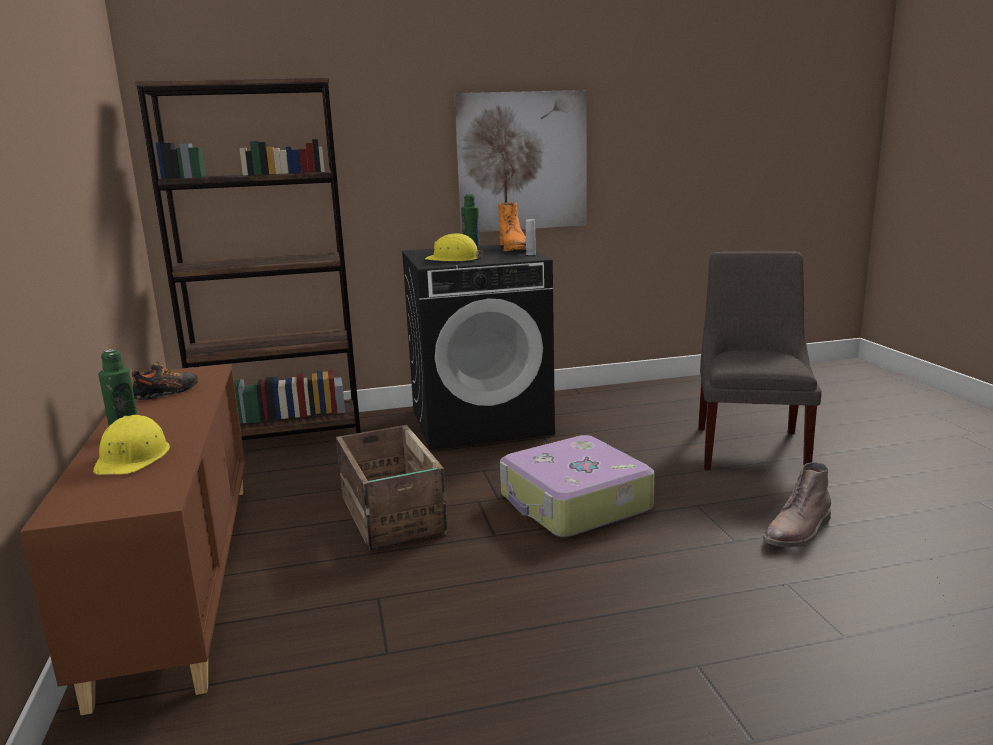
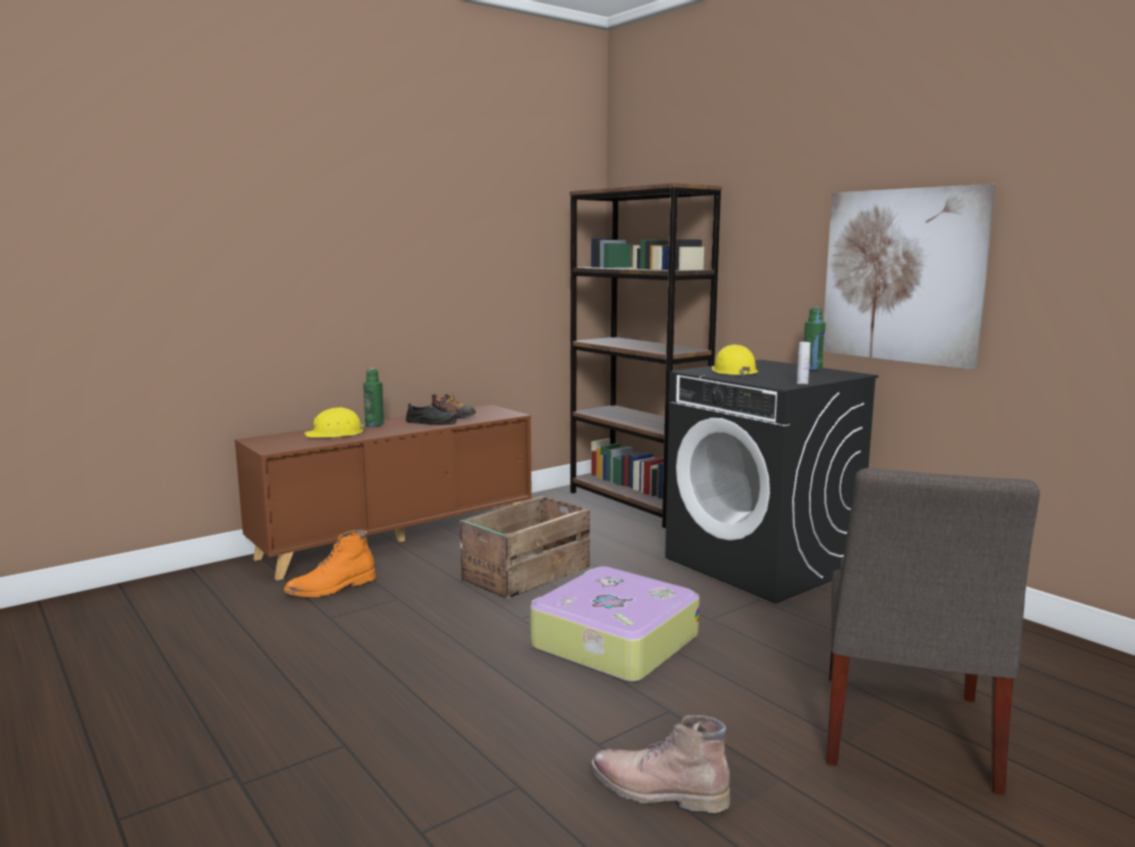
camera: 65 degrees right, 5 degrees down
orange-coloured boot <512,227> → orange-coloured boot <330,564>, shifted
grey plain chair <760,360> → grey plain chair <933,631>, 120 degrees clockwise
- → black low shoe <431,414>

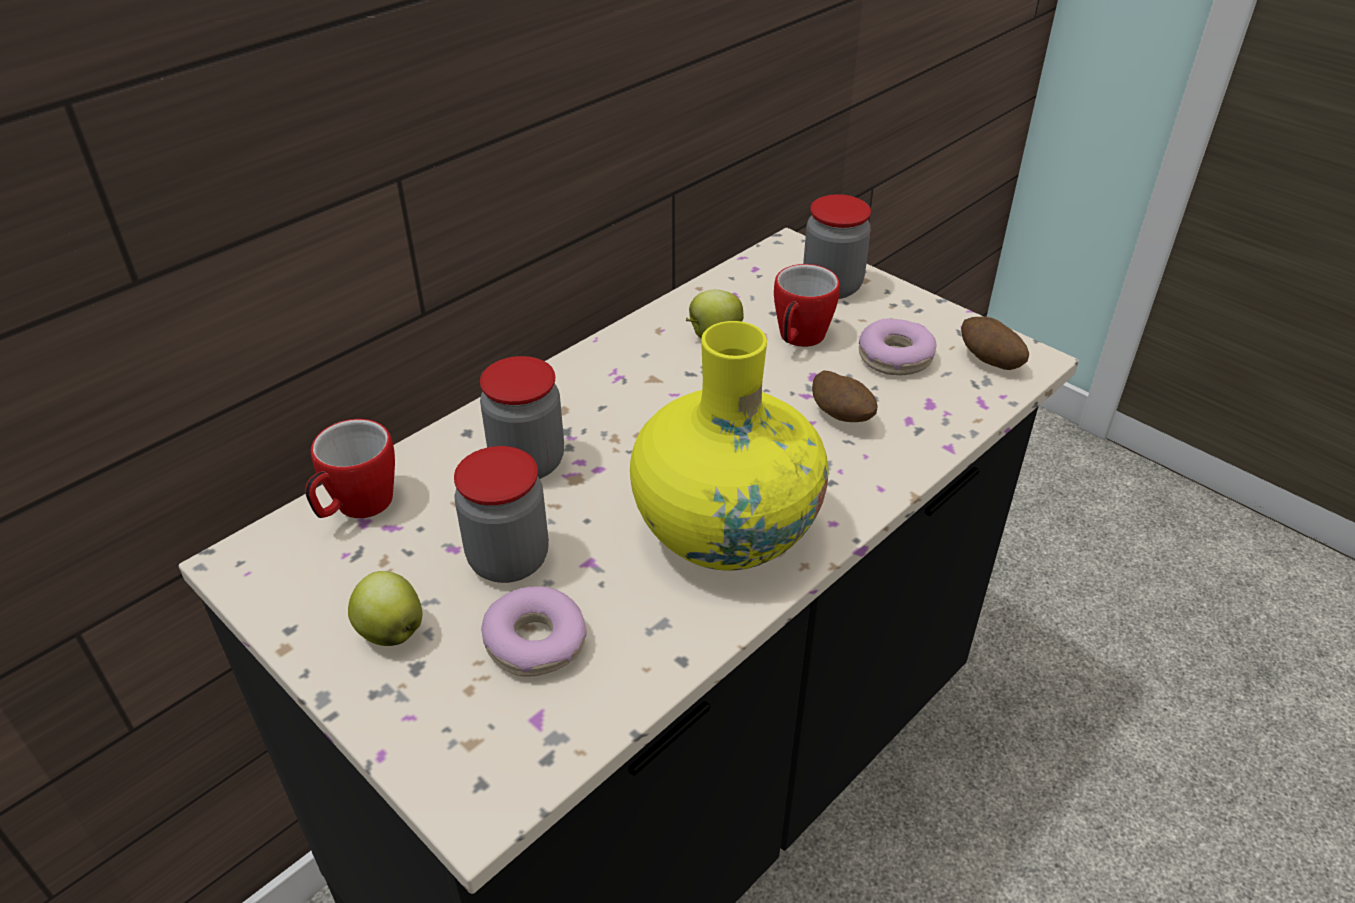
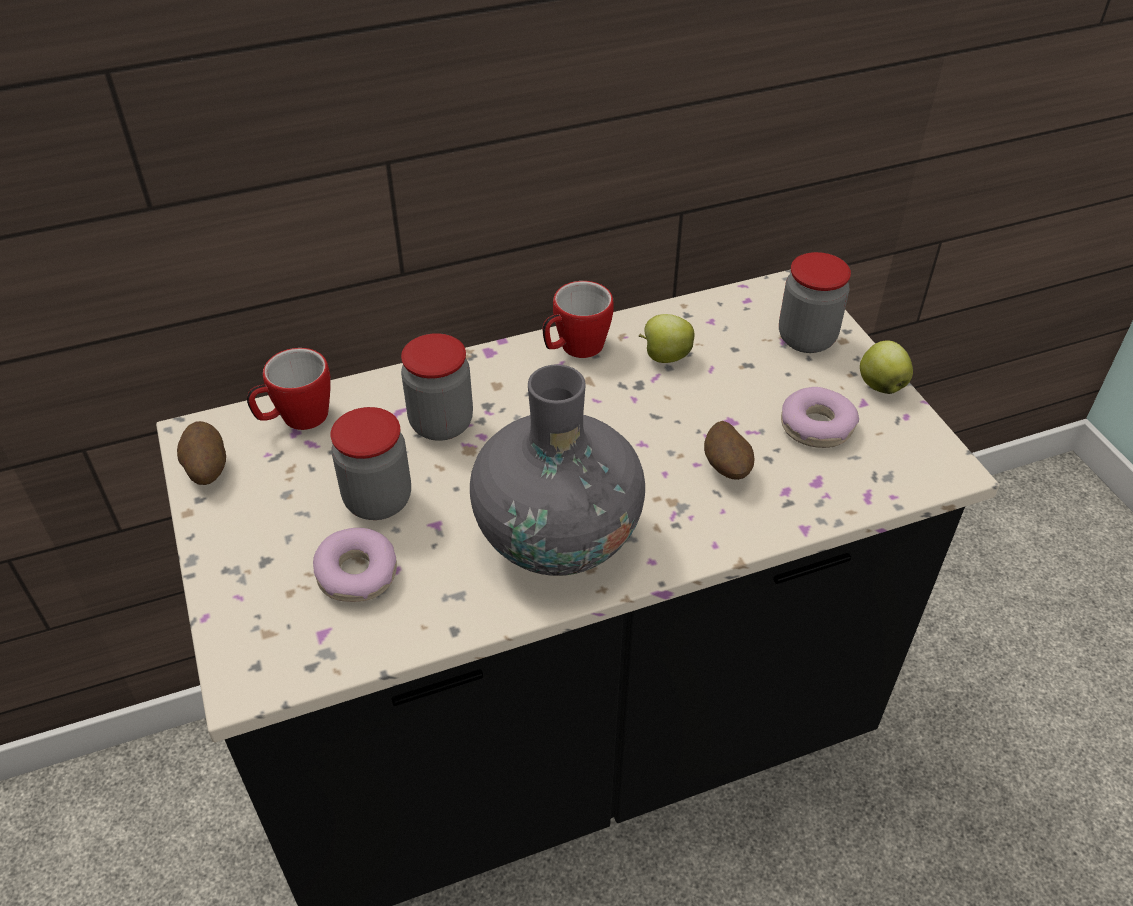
camera: 25 degrees right, 5 degrees up
tea mug <807,305> → tea mug <578,319>, shifted
spud <995,343> → spud <201,453>, shifted
yellowish flower vase <729,445> → grey flower vase <557,470>
whole apple <385,608> → whole apple <886,367>, shifted

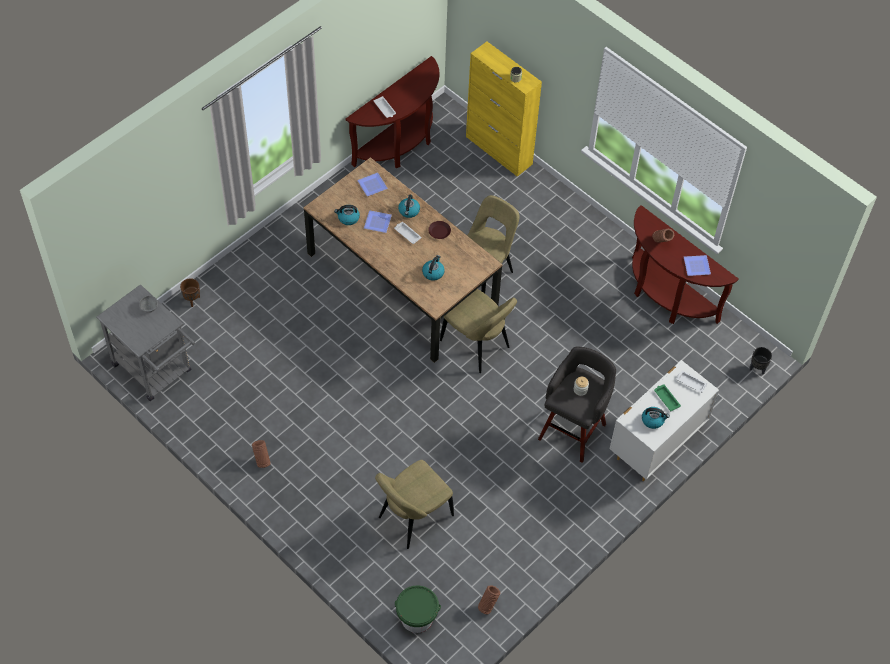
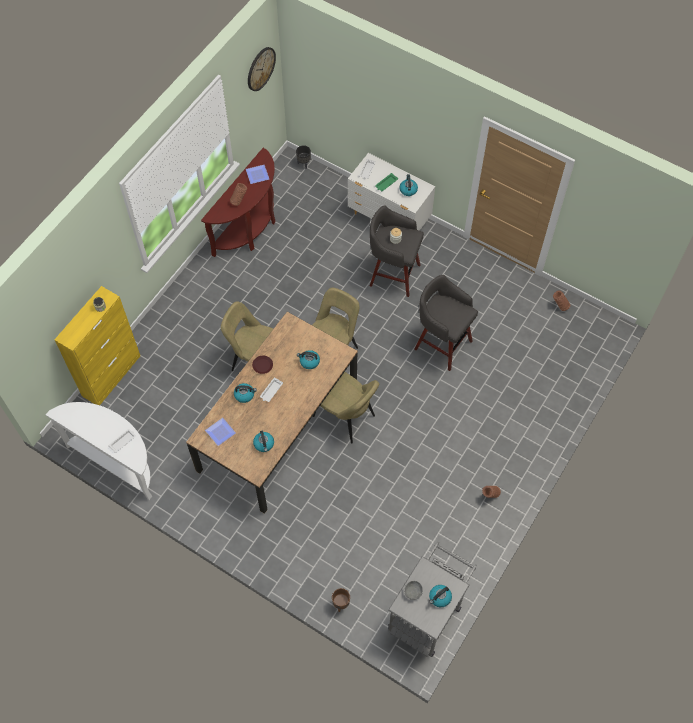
camera: 100 degrees left, 5 degrees up
brownish narrow table <392,112> → white narrow table <99,451>
plate <378,221> → -
sand-coloured plain chair <414,504> → sand-coloured plain chair <346,408>, shifted
green-coloured water bucket <418,609> → -
- → wall clock <262,69>
- → grey stool seat <446,323>
- → tea kettle <440,596>

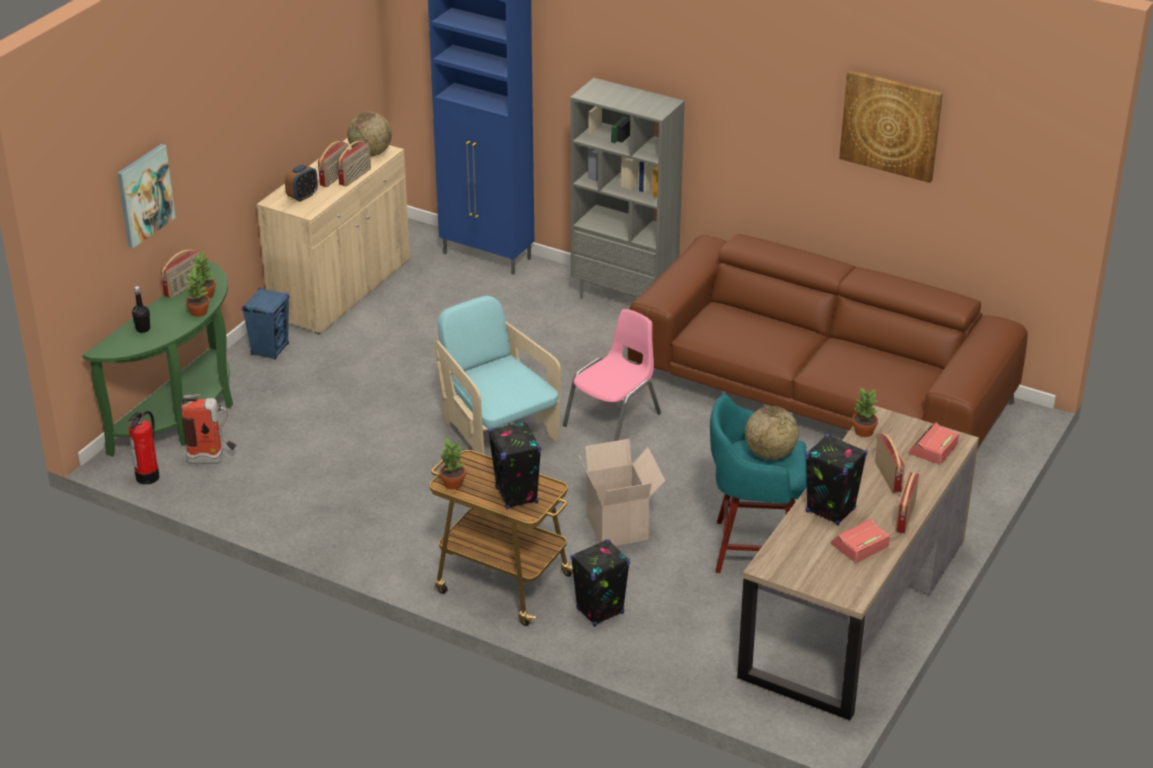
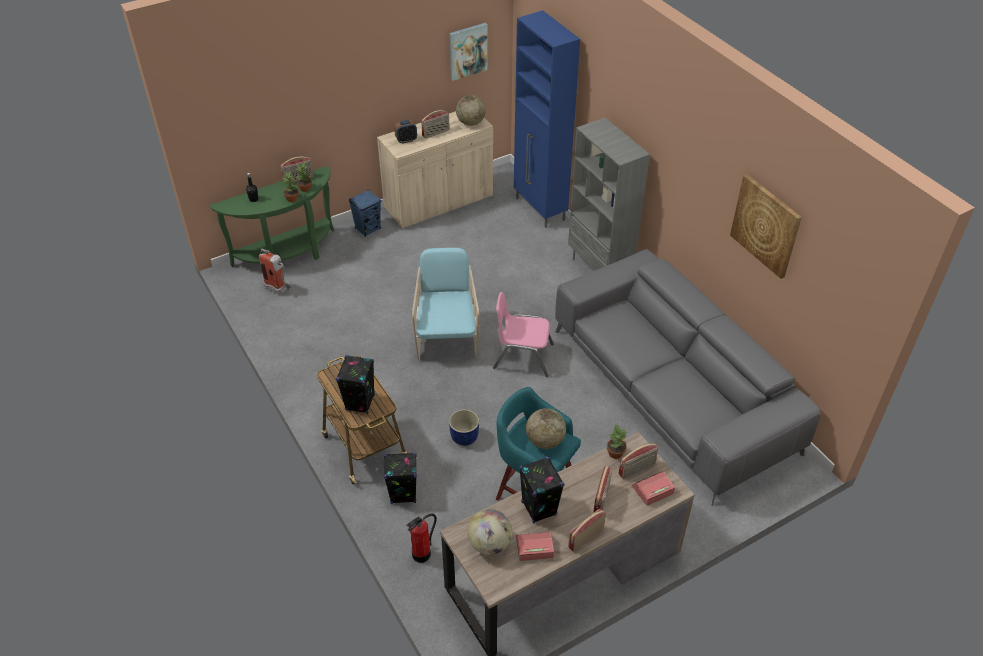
camera: 30 degrees right, 10 degrees up
radio <354,163> → radio <638,461>, shifted
wall picture <146,196> → wall picture <468,52>, shifted
brownish couch <828,341> → grey couch <687,377>
pinkish plain chair <612,375> → pinkish plain chair <523,334>, 150 degrees counterclockwise
fire-fighting cylinder <144,448> → fire-fighting cylinder <422,538>, shifted
plant in a pot <453,464> → -
carton <622,492> → blue-coloured planter <464,427>
- → globe <490,532>

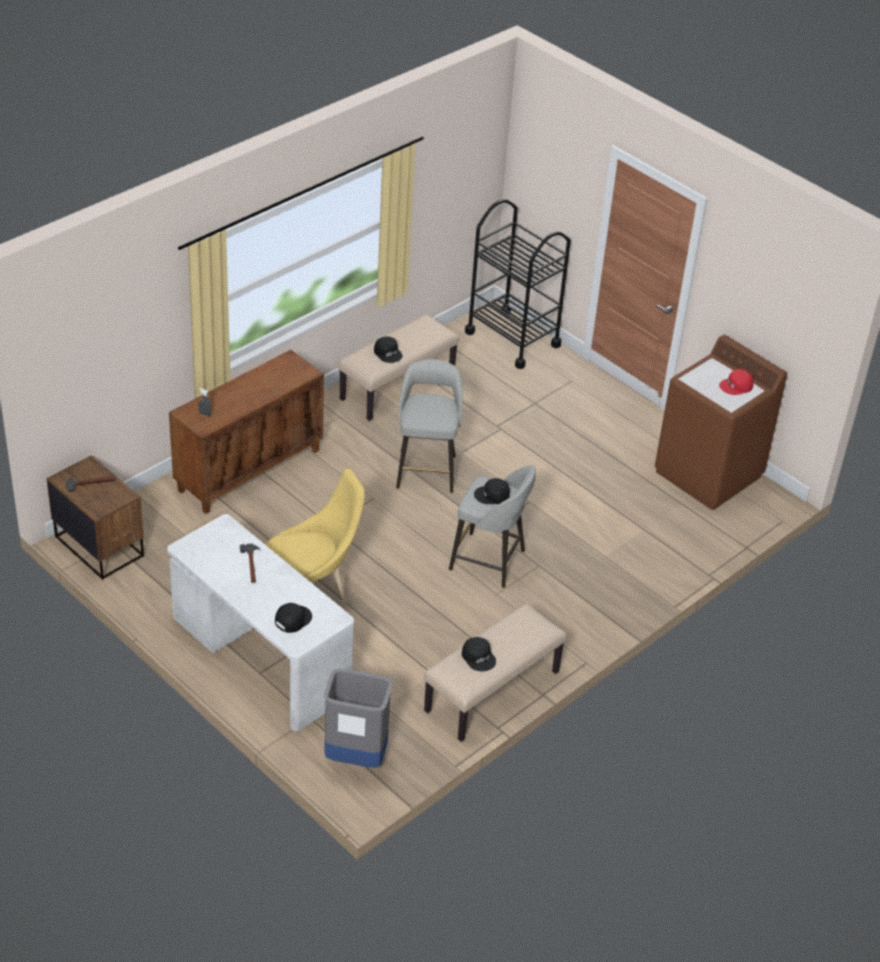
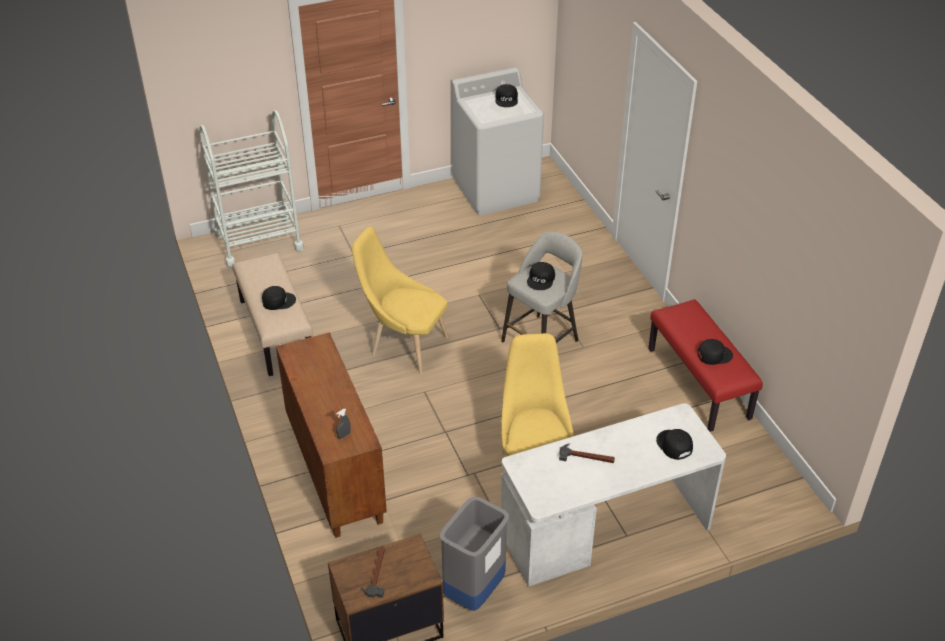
camera: 65 degrees left, 0 degrees up
black trolley <518,284> → white trolley <251,189>
brownish laundry machine <721,422> → white laundry machine <498,141>
grey stool seat <429,426> → yellowish plain chair <400,300>
red-coloured peaked cap <736,382> → black peaked cap <506,95>
sand-coloured indoor bench <495,672> → red-coloured indoor bench <705,365>
grey waste bin <358,718> → grey waste bin <474,553>, shifted

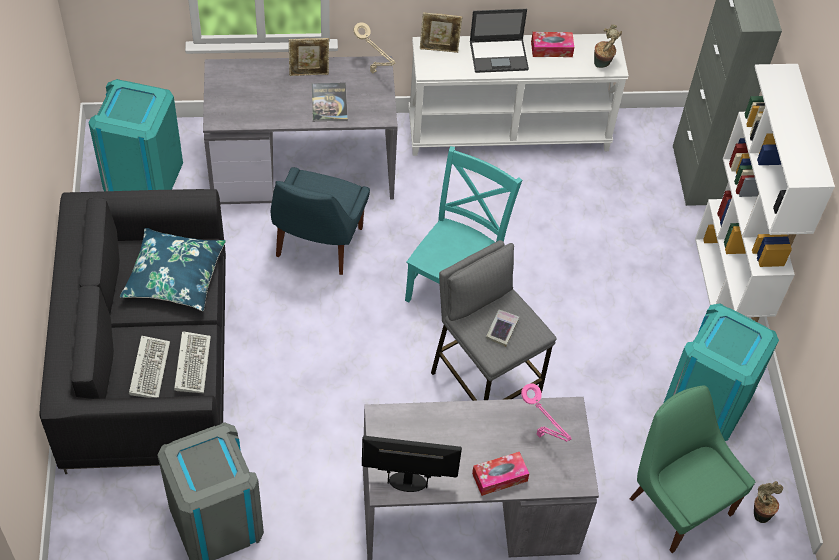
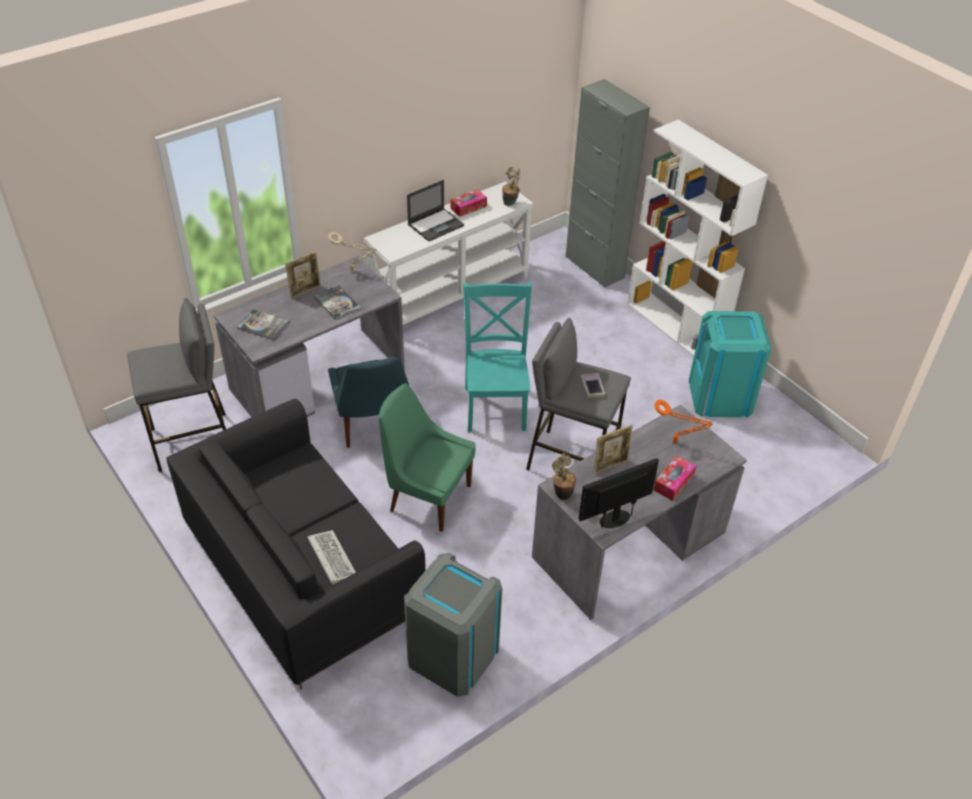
camera: 30 degrees left, 10 degrees down
picture frame <441,32> → picture frame <613,449>, shifted
turquoise-coloured waste bin <135,135> → grey stool seat <176,385>
blue-coloured throw pillow <173,269> → -
computer keyboard <192,362> → -
pinkish table lamp <546,412> → orange-coloured table lamp <683,422>
green-coloured plain chair <692,469> → green-coloured plain chair <427,457>, shifted
plant in a pot <768,502> → plant in a pot <564,476>, shifted
- → volume <263,324>

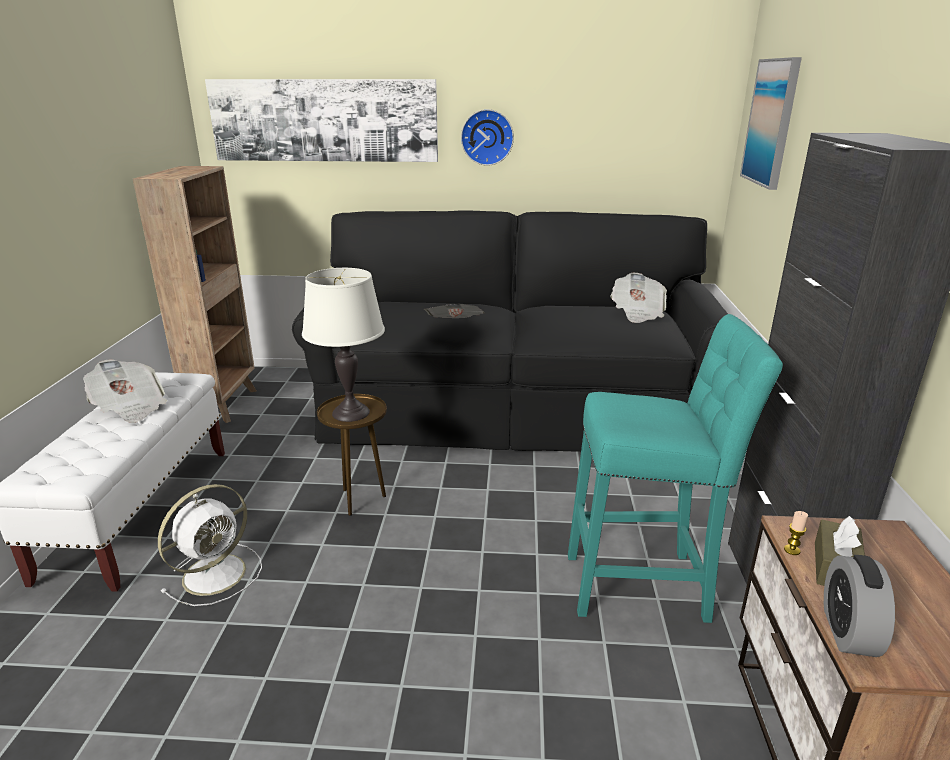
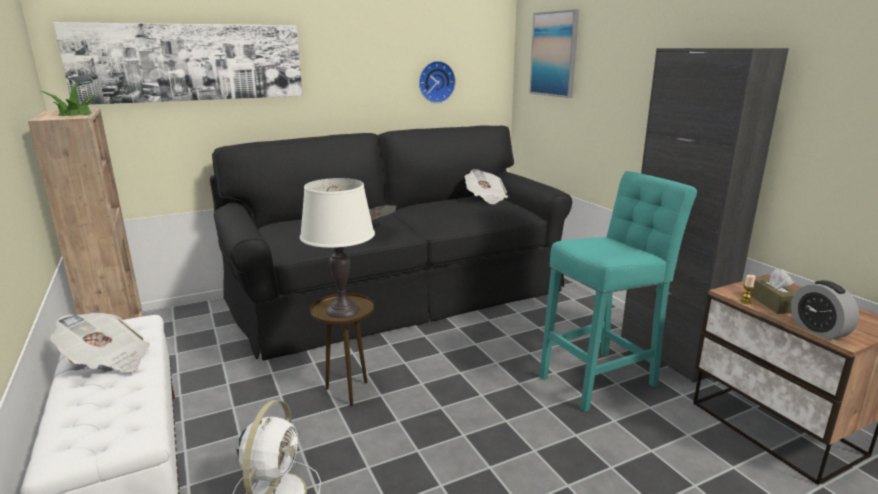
camera: 30 degrees left, 5 degrees down
wall clock <487,137> → wall clock <437,82>, shifted
- → plant in a pot <68,99>

